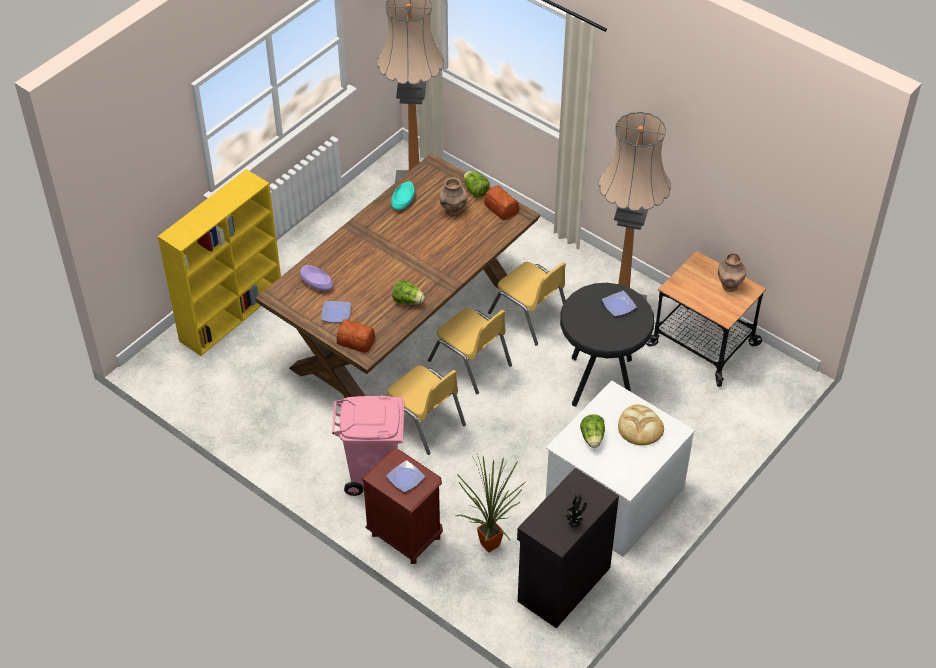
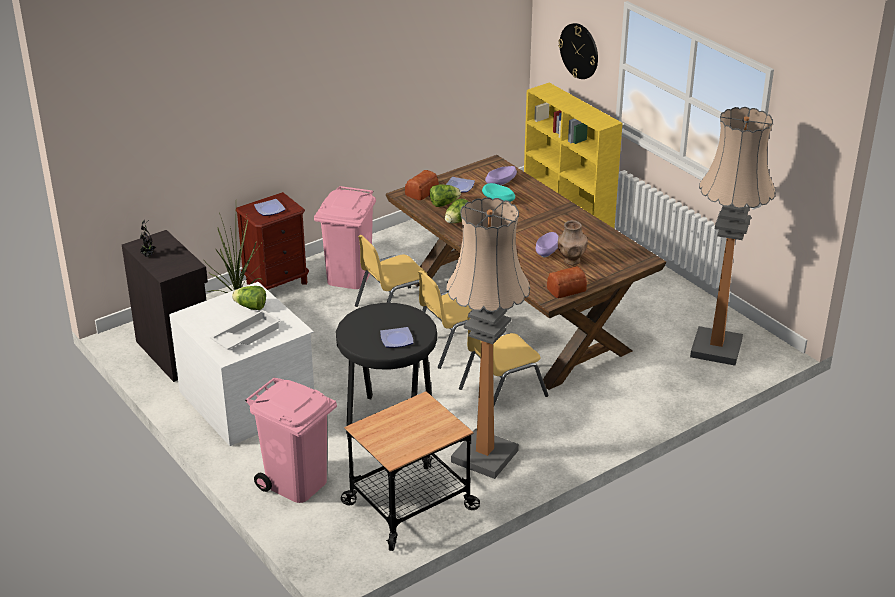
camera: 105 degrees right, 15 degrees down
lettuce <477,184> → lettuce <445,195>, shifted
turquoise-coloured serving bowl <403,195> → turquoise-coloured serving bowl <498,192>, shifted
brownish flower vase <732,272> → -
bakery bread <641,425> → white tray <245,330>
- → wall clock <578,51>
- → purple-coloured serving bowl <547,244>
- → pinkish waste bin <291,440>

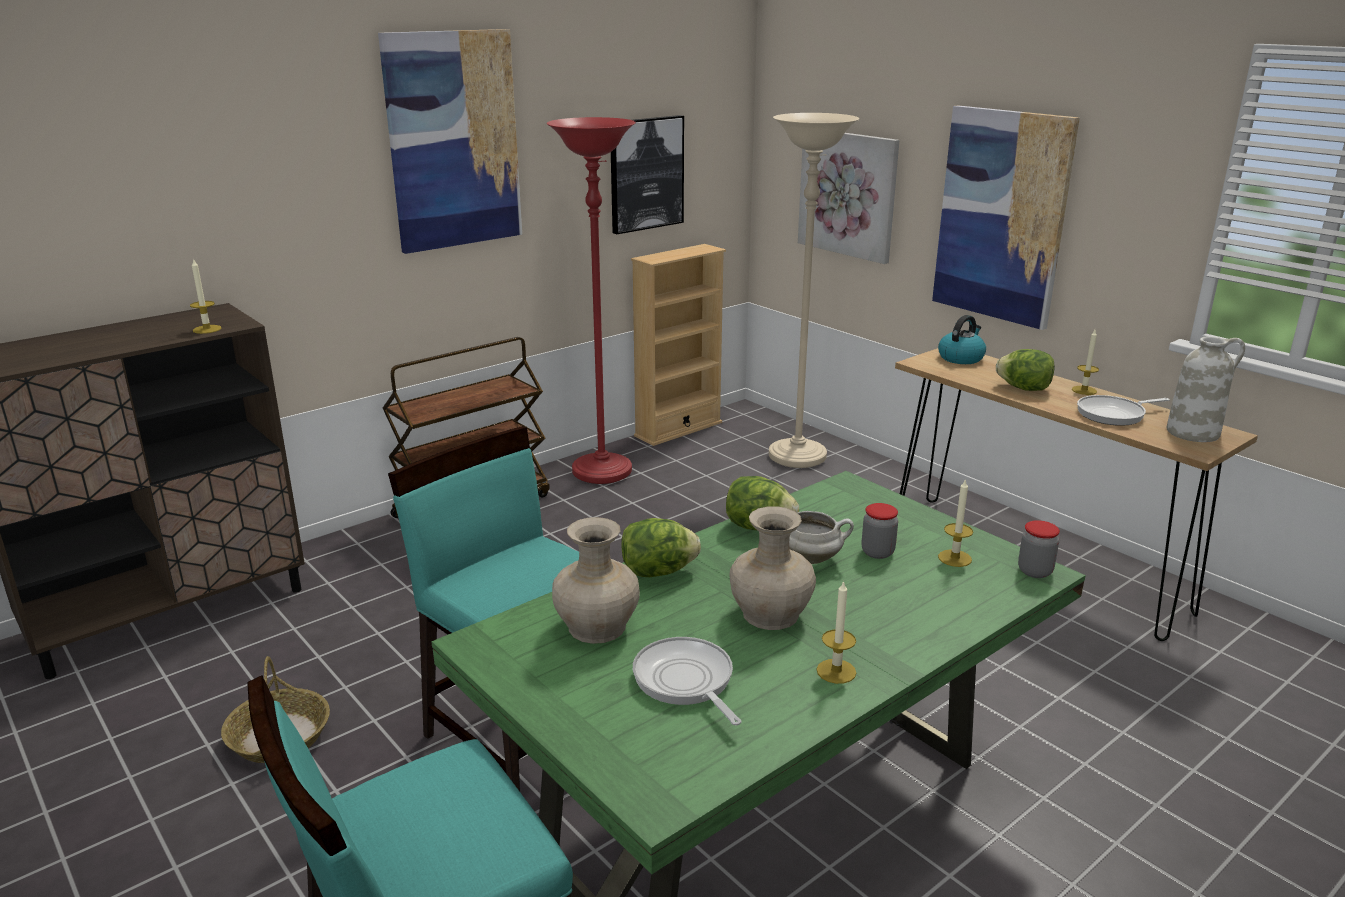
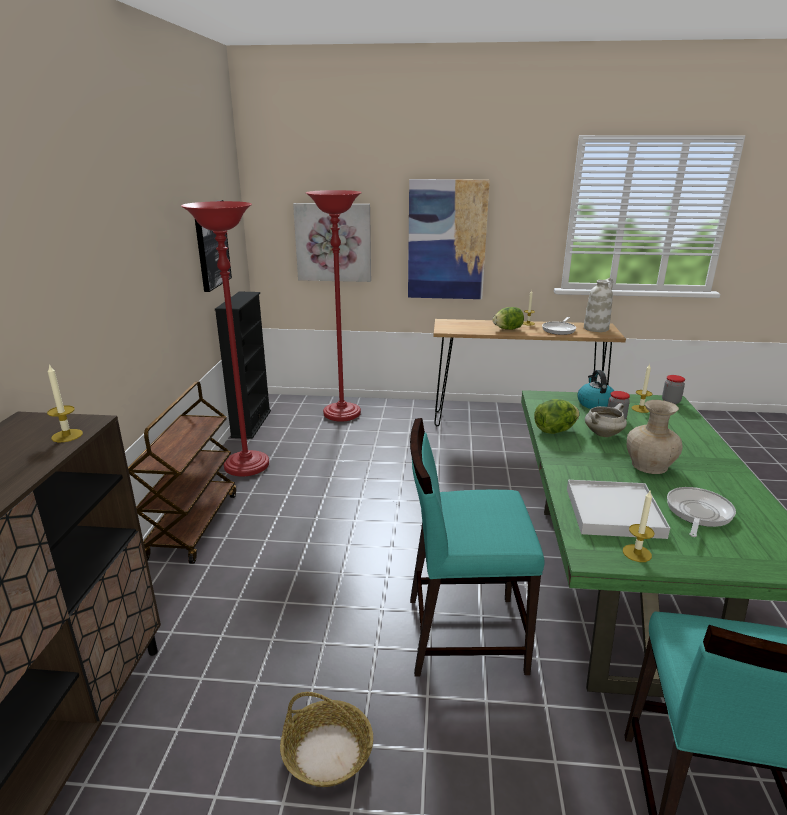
camera: 45 degrees left, 0 degrees up
wall picture <450,141> → -
sand-coloured floor lamp <814,290> → red-coloured floor lamp <334,306>
sand-coloured bookshelf <678,345> → black bookshelf <243,365>
tea kettle <962,339> → tea kettle <595,389>, shifted
sand-coloured flower vase <596,580> → white tray <618,509>
lettuce <661,547> → -
wax light <836,632> → wax light <638,526>, shifted
skillet <687,681> → skillet <701,512>, 105 degrees clockwise

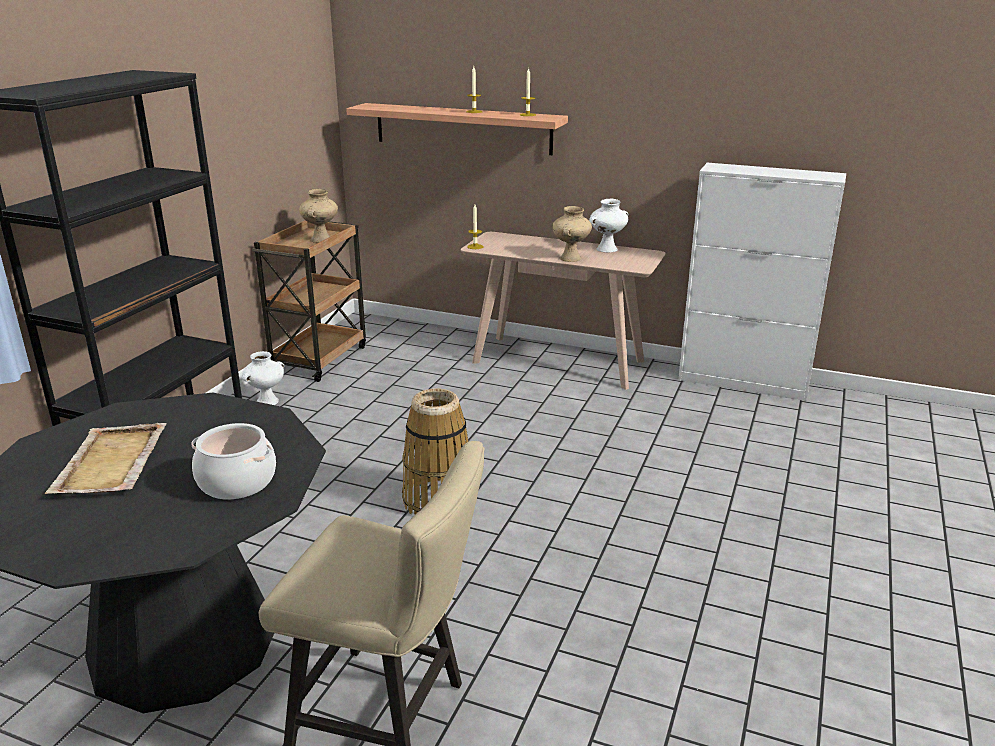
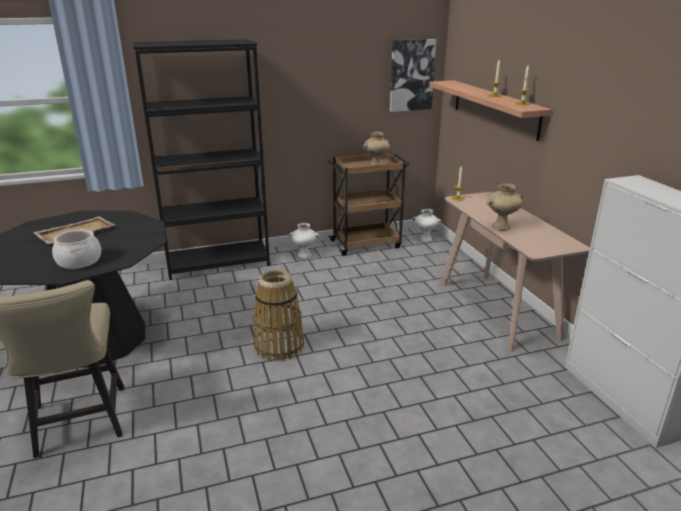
camera: 50 degrees right, 0 degrees up
white flower vase <608,225> → white flower vase <427,225>, shifted
- → wall picture <413,75>

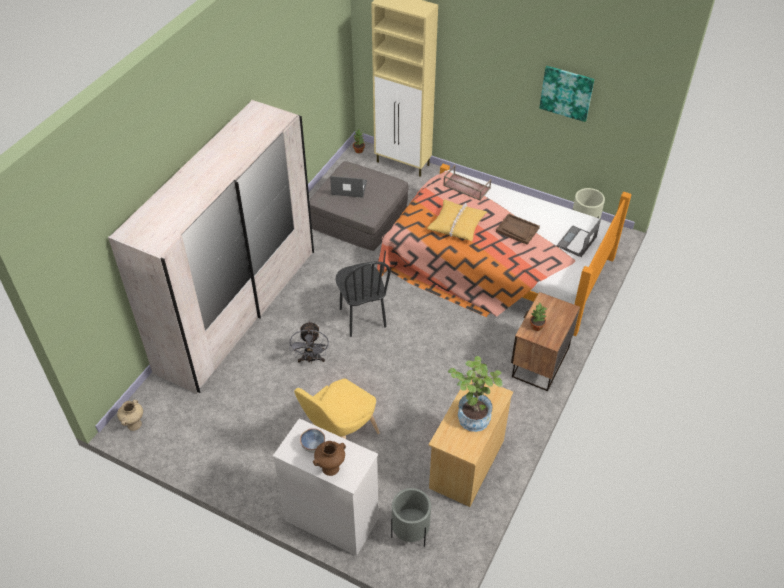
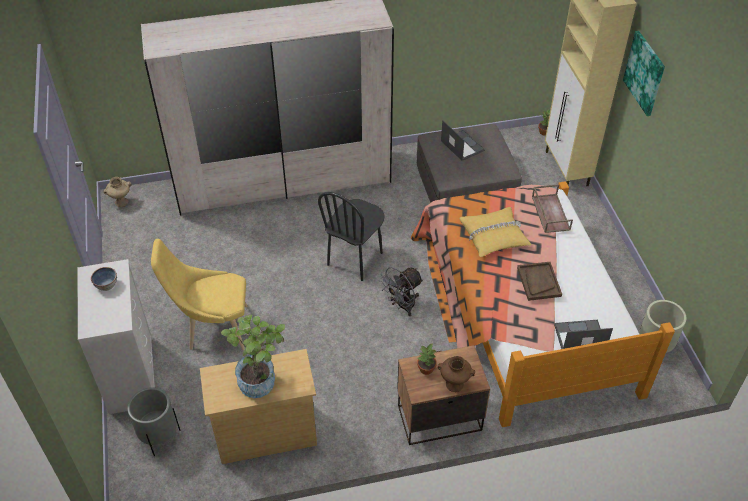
camera: 50 degrees right, 0 degrees up
wall picture <566,94> → wall picture <644,73>, shifted
grey cooling fan <309,342> → grey cooling fan <401,291>, shifted
brownish flower vase <329,458> → brownish flower vase <456,374>, shifted

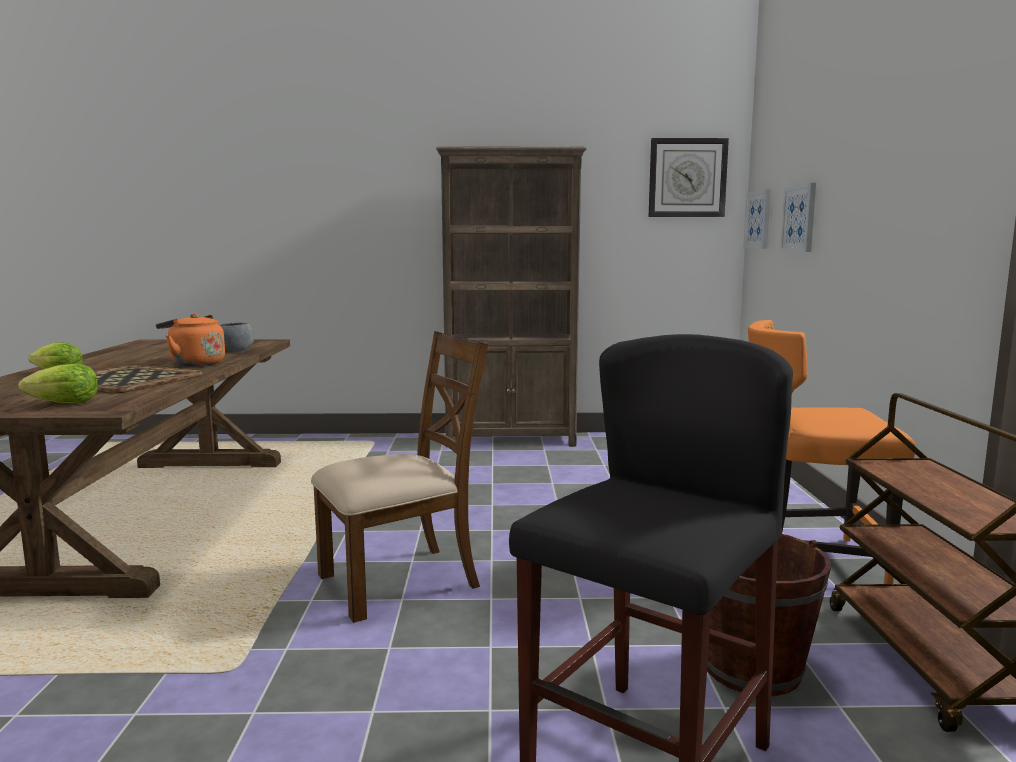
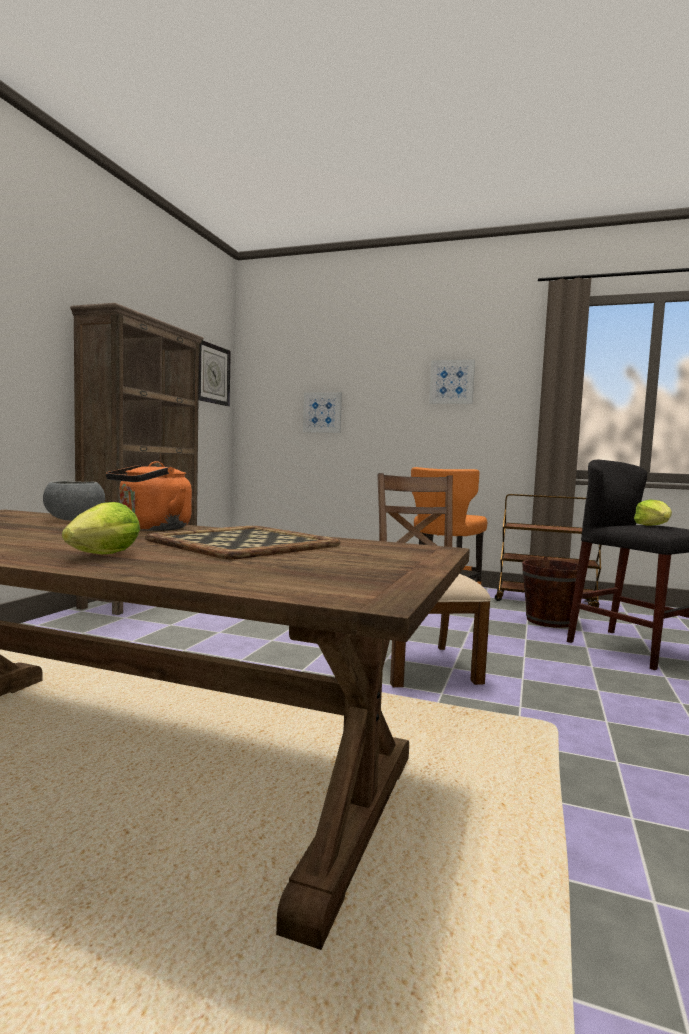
camera: 70 degrees left, 5 degrees down
wall picture <757,219> → wall picture <452,381>, shifted
lettuce <58,383> → lettuce <653,513>, shifted

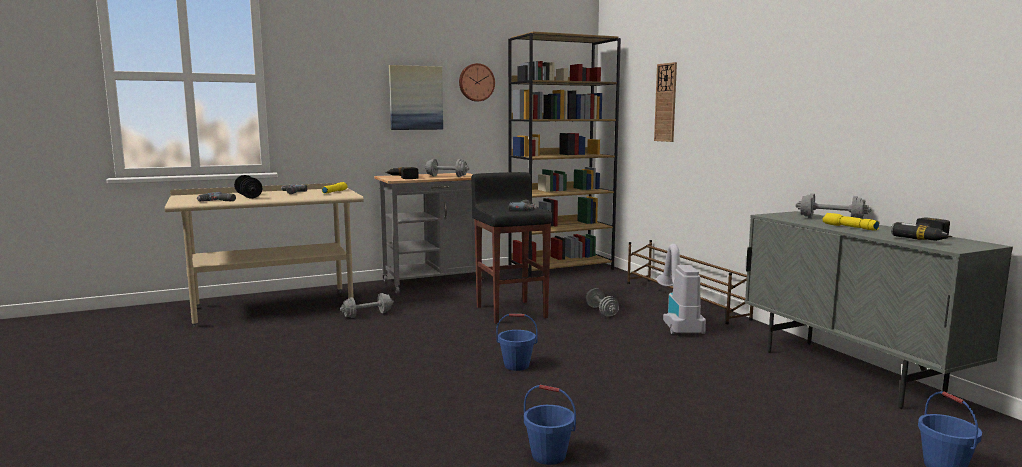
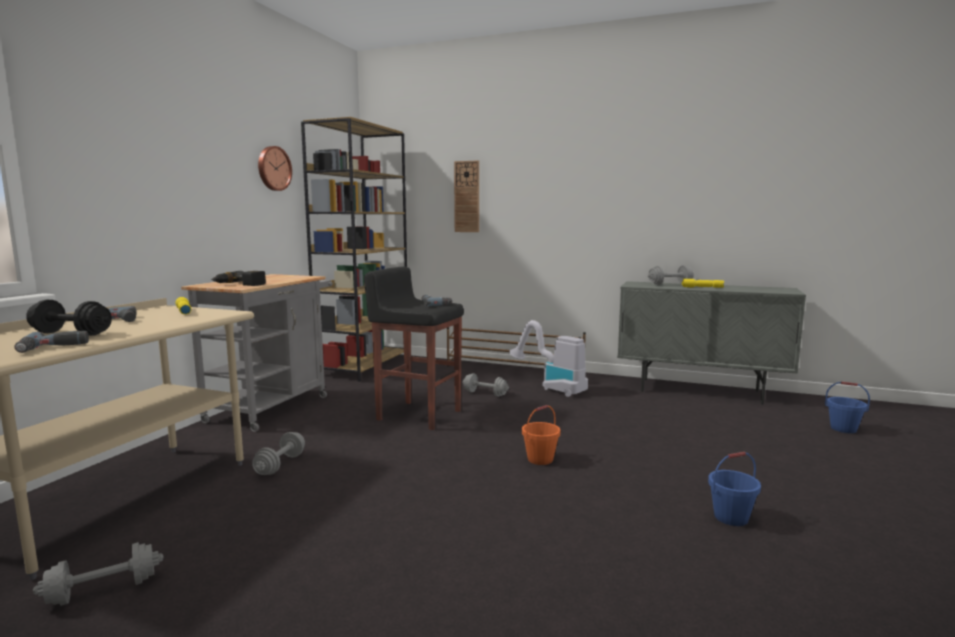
camera: 45 degrees left, 0 degrees up
wall picture <416,97> → -
grey free weight <446,168> → grey free weight <98,574>, shifted
electric drill <921,229> → -
blue-coloured water bucket <517,342> → orange-coloured water bucket <541,435>

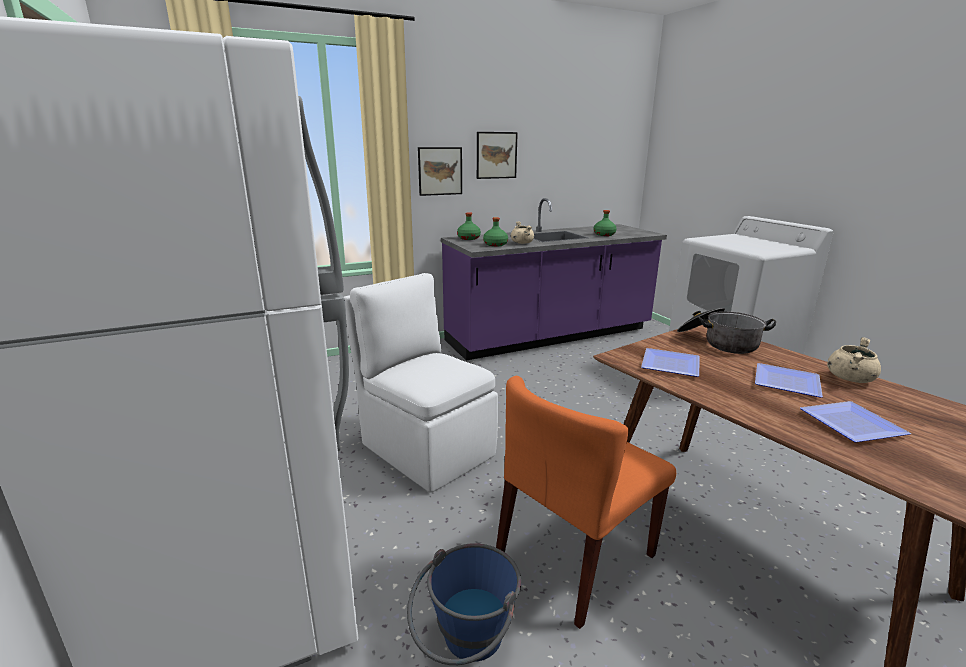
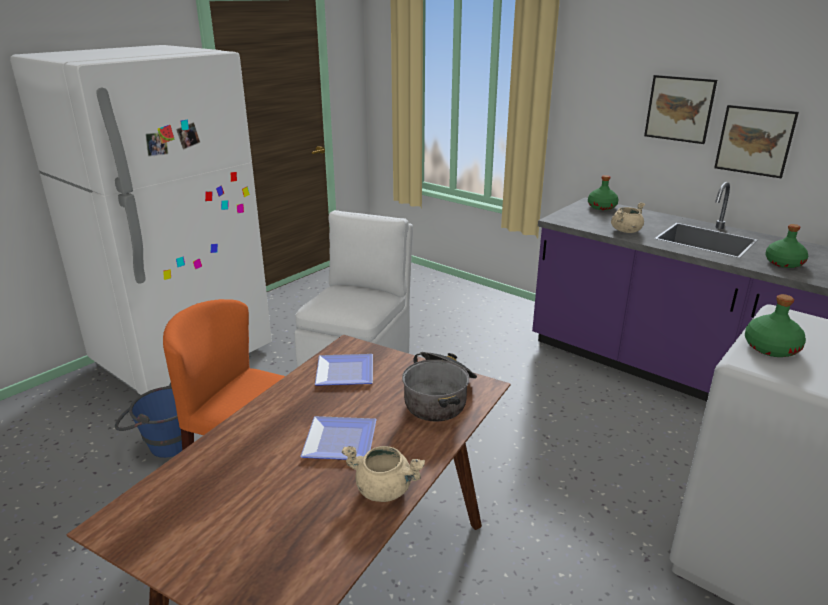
camera: 65 degrees right, 5 degrees up
wall picture <440,171> → wall picture <756,141>, shifted
green-coloured bottle <495,232> → green-coloured bottle <775,325>, shifted
plate <855,421> → -

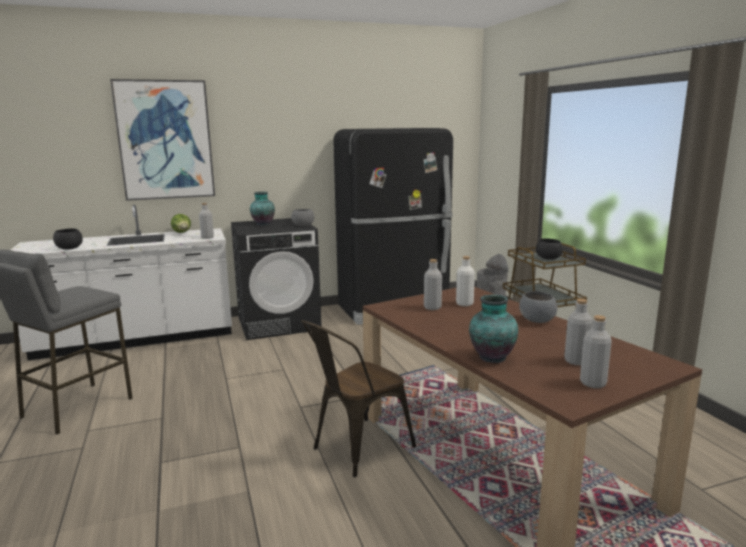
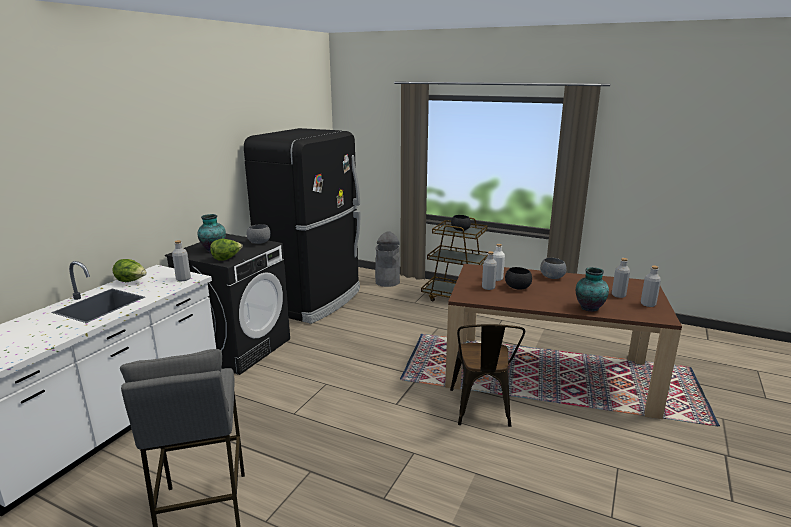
camera: 45 degrees left, 5 degrees up
wall picture <162,140> → -
black serving bowl <68,239> → black serving bowl <518,278>, shifted
- → lettuce <226,250>

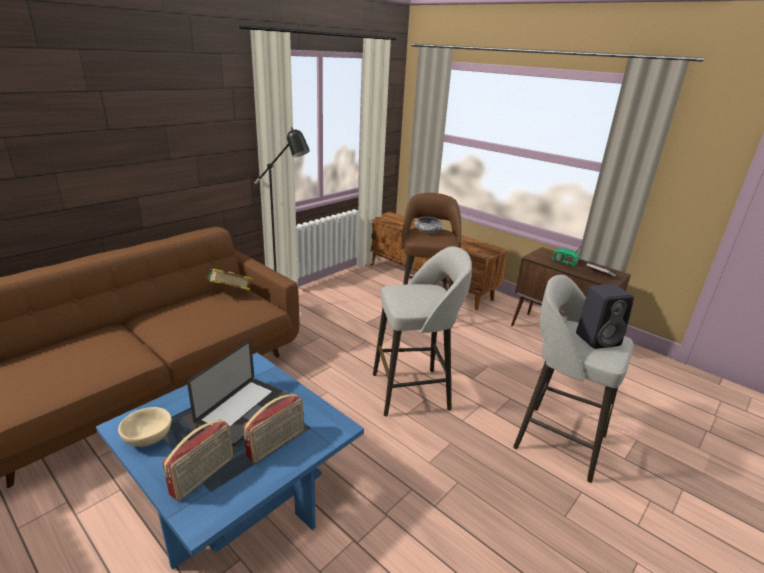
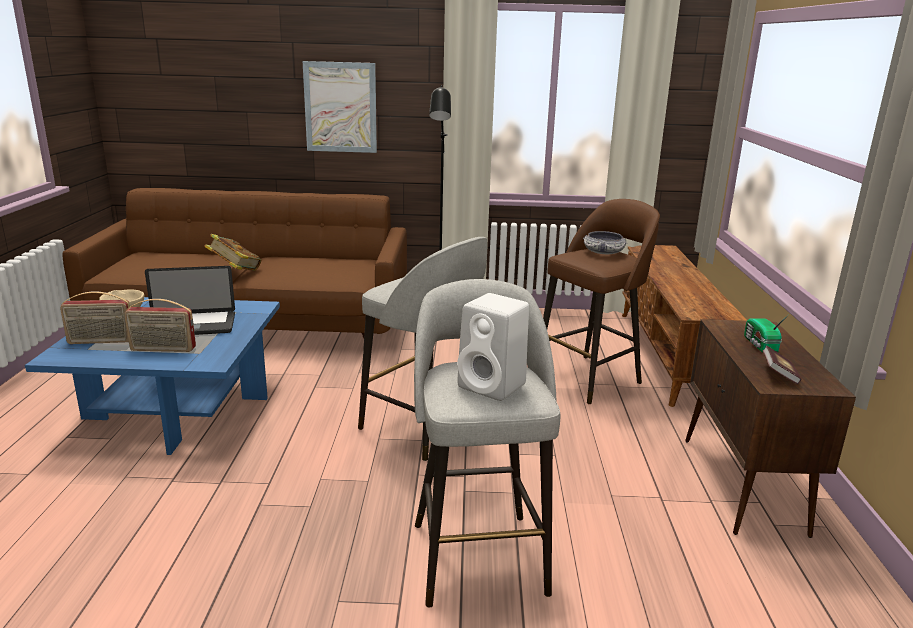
camera: 50 degrees right, 5 degrees down
volume <229,279> → volume <232,252>, shifted
black loudspeaker <605,316> → white loudspeaker <493,347>
- → wall picture <340,107>

